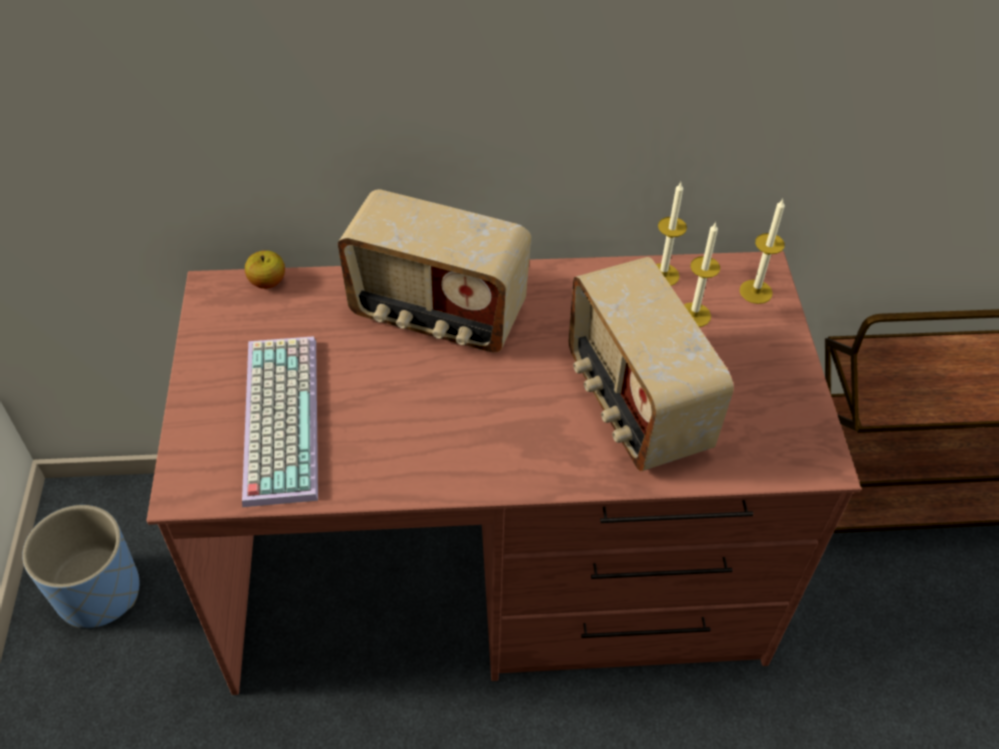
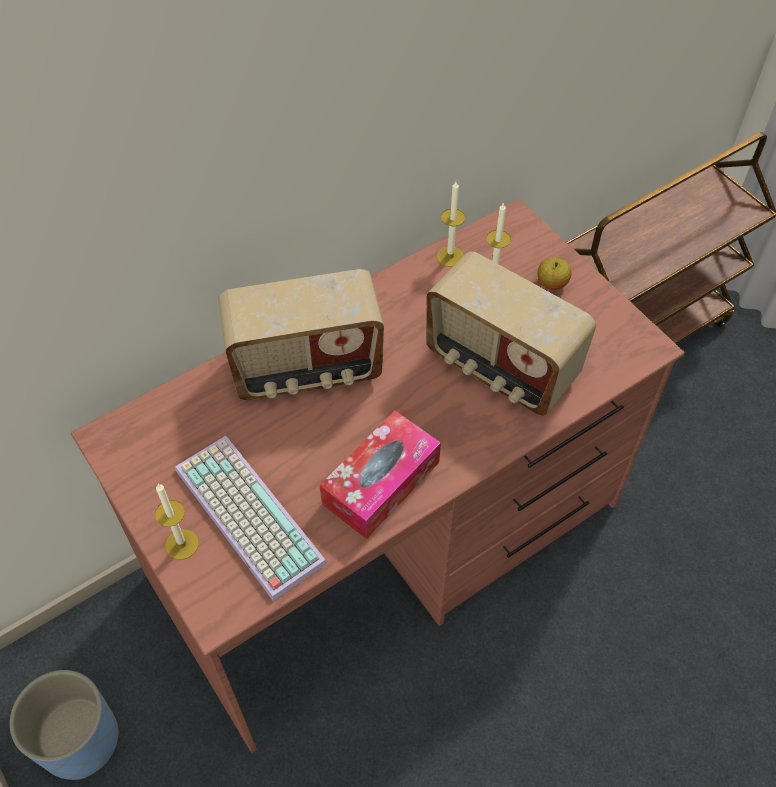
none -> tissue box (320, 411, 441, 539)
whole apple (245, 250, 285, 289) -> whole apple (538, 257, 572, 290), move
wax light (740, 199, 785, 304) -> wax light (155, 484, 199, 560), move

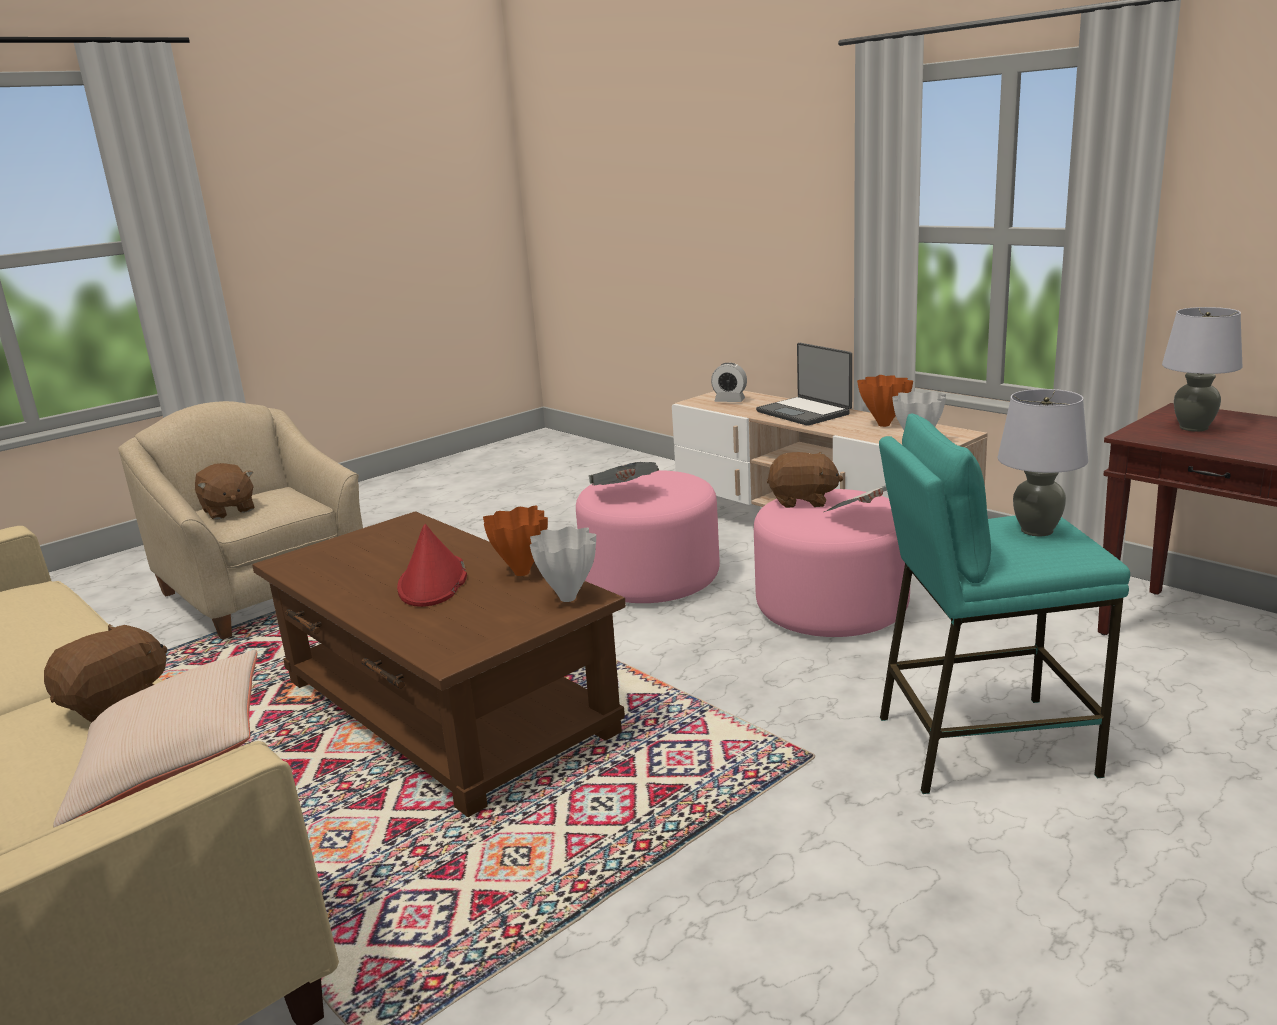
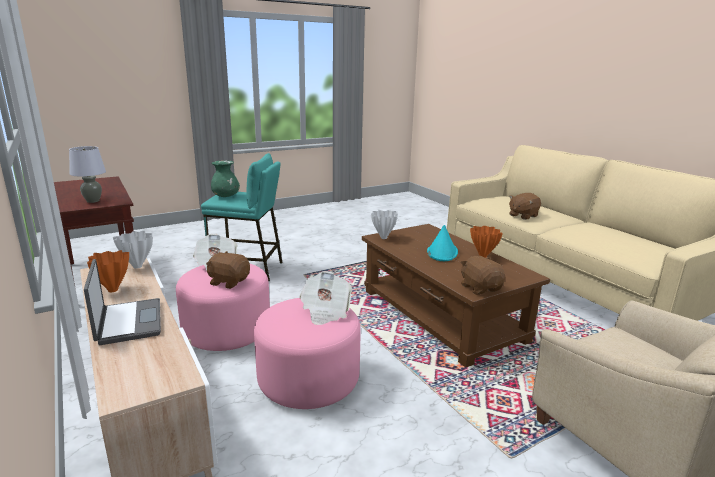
beige pillow (53, 650, 257, 828) -> none
alarm clock (711, 363, 747, 402) -> none
brown-coloured plush toy (195, 463, 254, 520) -> brown-coloured plush toy (460, 256, 505, 295), move
orangey decorative vase (483, 505, 548, 576) -> orangey decorative vase (470, 226, 503, 258), move
gray lamp for a table (998, 389, 1088, 536) -> green-coloured decorative vase (211, 160, 240, 197)
reddish hat (397, 524, 467, 607) -> blue-green hat (427, 225, 458, 261)

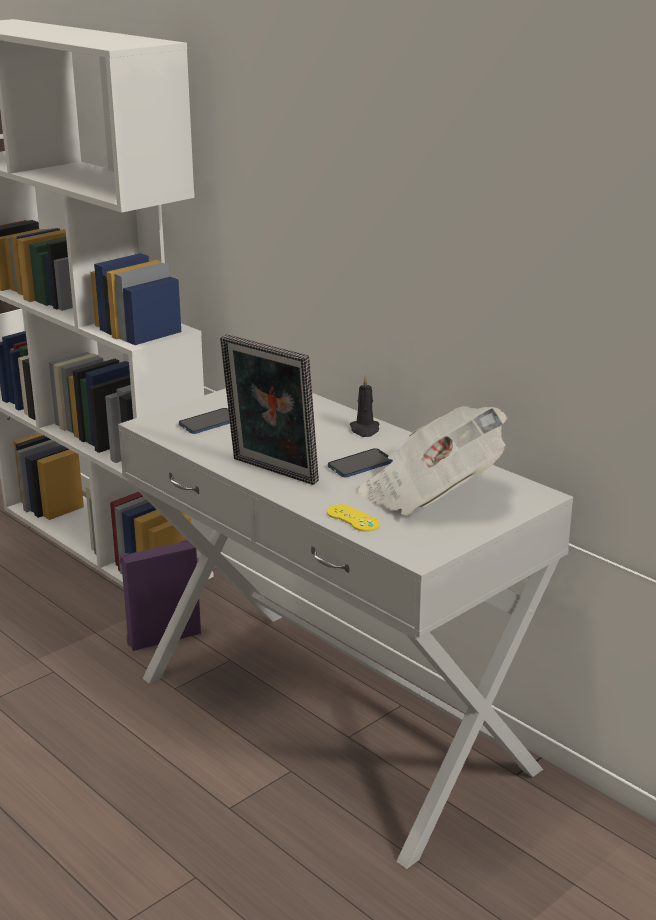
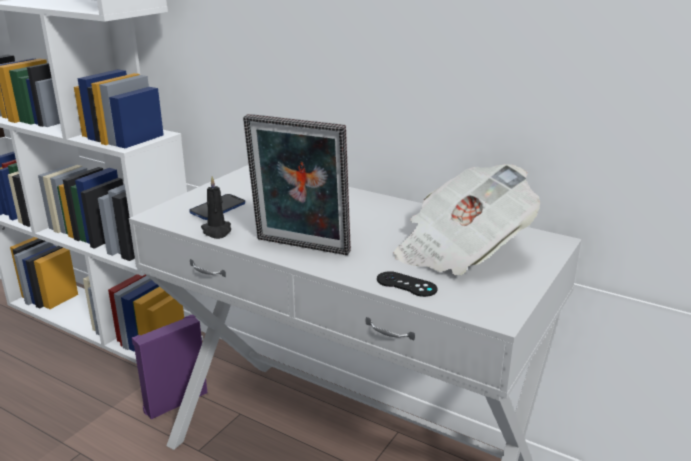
handset (328, 448, 393, 478) -> none
black wax light (350, 374, 379, 437) -> black wax light (201, 176, 231, 239), move
yellow game controller (327, 504, 380, 532) -> black game controller (377, 271, 438, 297)

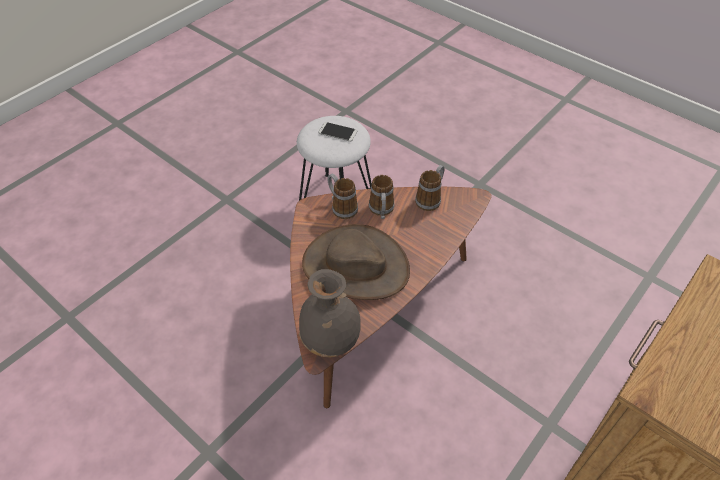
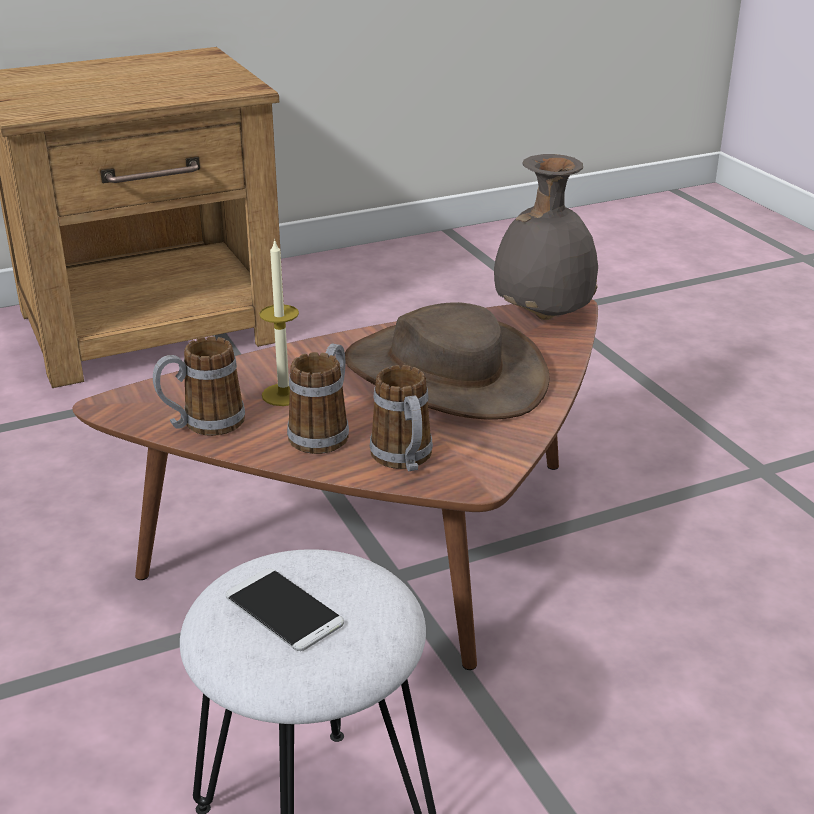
none -> wax light (259, 239, 299, 406)

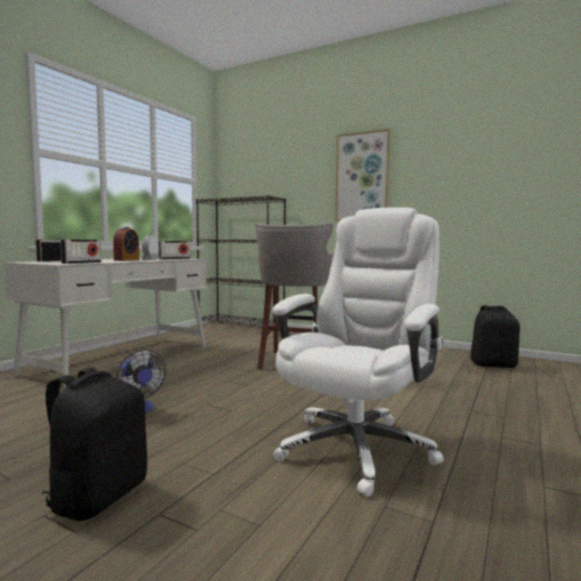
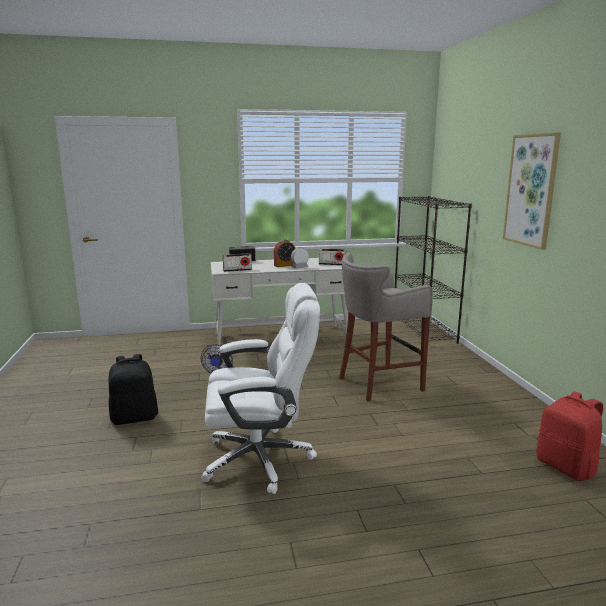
black backpack (470, 305, 520, 368) -> reddish backpack (536, 391, 603, 481)

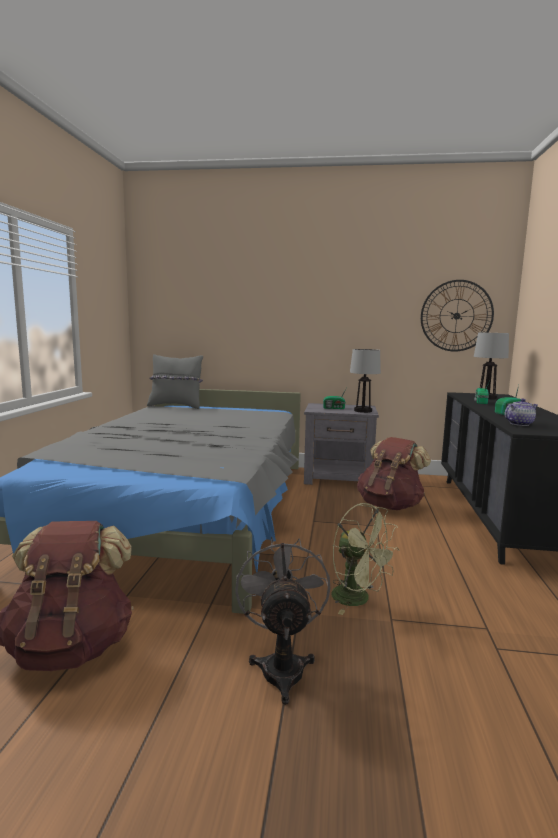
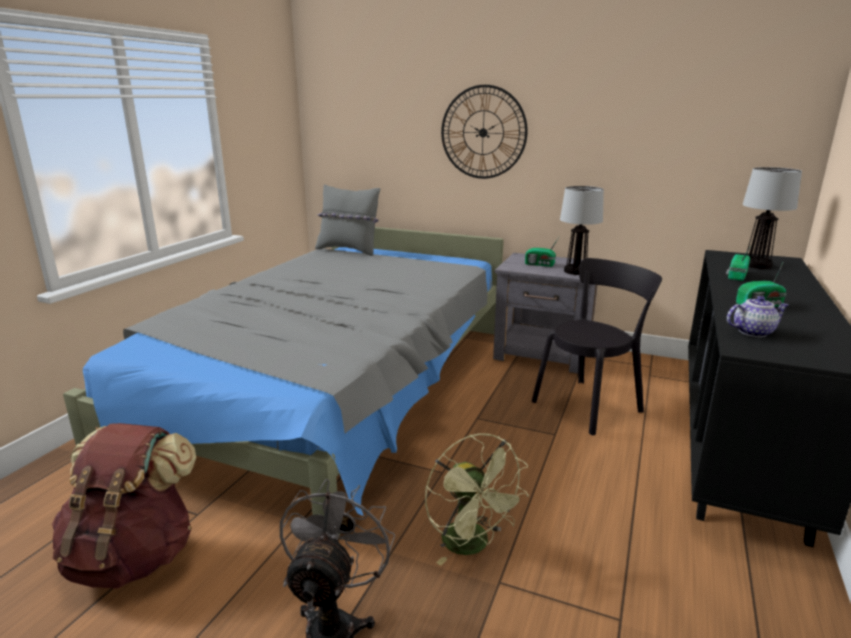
wall clock (421, 280, 494, 352) -> wall clock (441, 85, 528, 179), move
brown-coloured backpack (357, 437, 431, 510) -> black plain chair (532, 258, 662, 436)

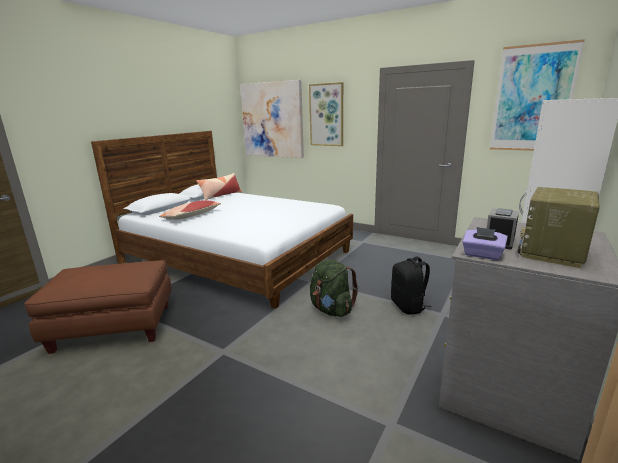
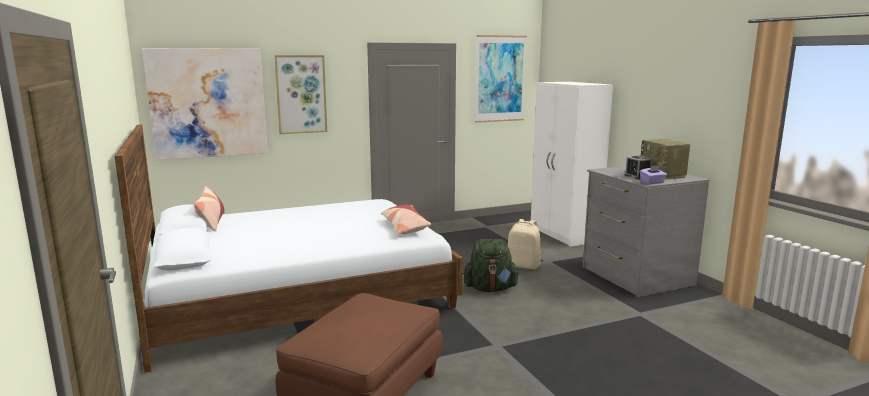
pillow (159, 200, 221, 220) -> pillow (381, 205, 431, 234), move
black backpack (391, 257, 432, 315) -> beige backpack (508, 219, 541, 269)

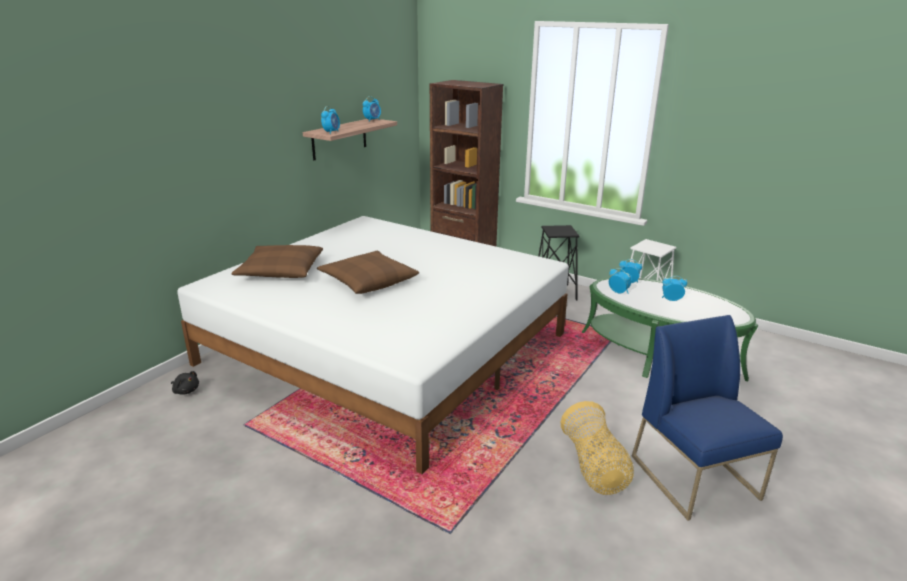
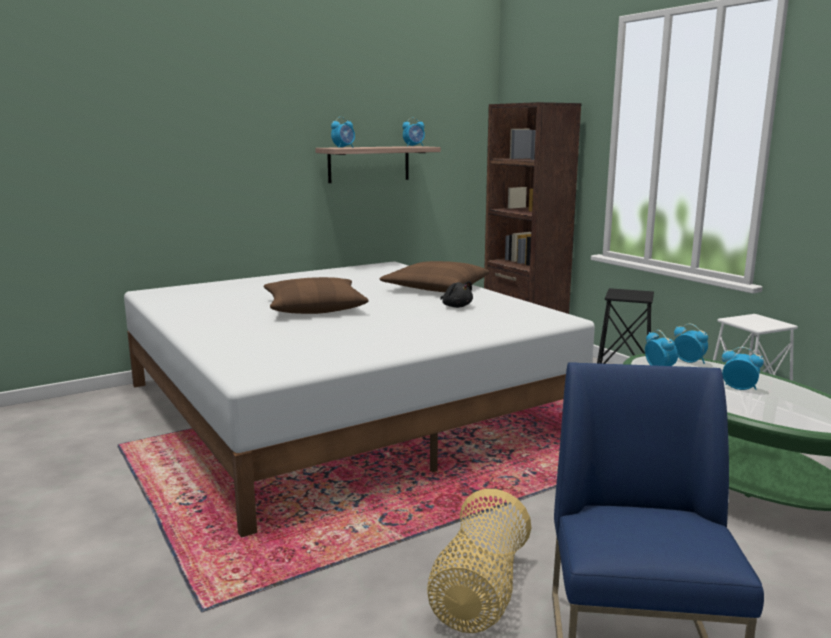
black plush toy (171, 371, 199, 395) -> black plush toy (440, 281, 473, 308), move
brown-coloured pillow (232, 245, 323, 278) -> brown-coloured pillow (379, 261, 489, 292), move

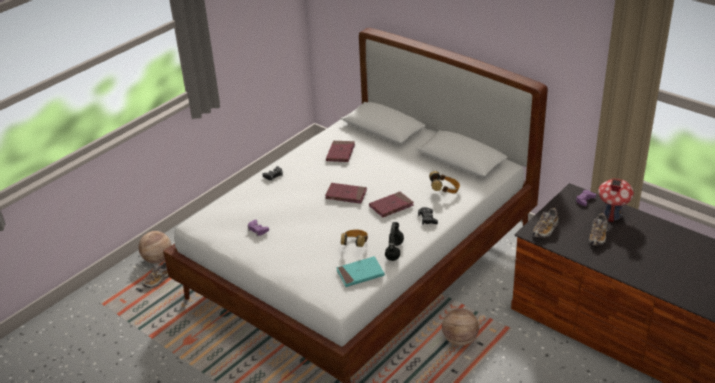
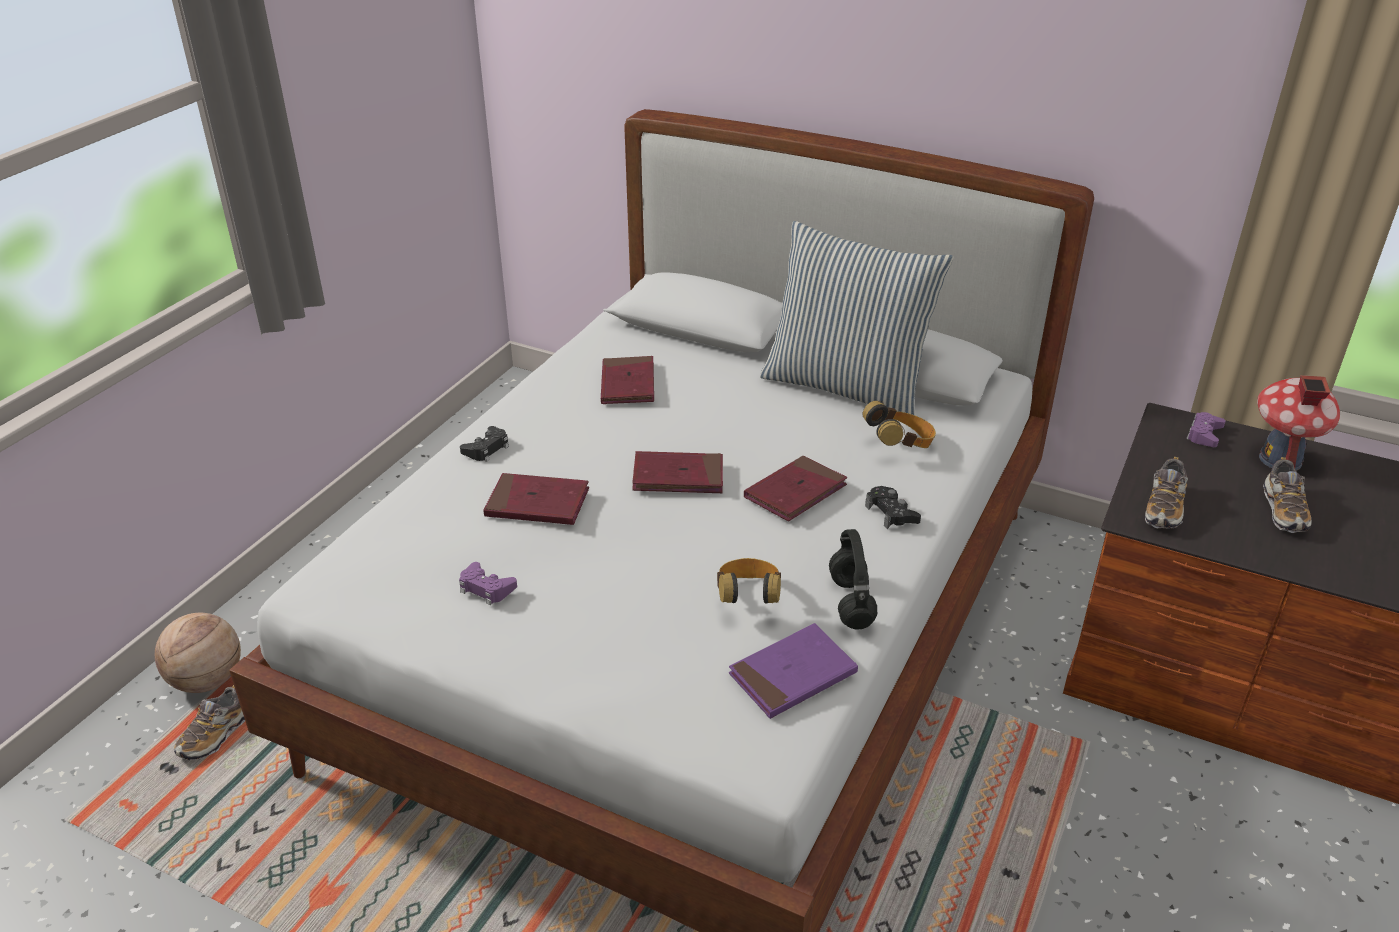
ball for basketball (442, 308, 479, 346) -> none
none -> reddish bound book (483, 473, 589, 525)
none -> pillow (760, 221, 954, 415)
blue-green bound book (337, 256, 385, 287) -> purplish bound book (729, 623, 858, 719)

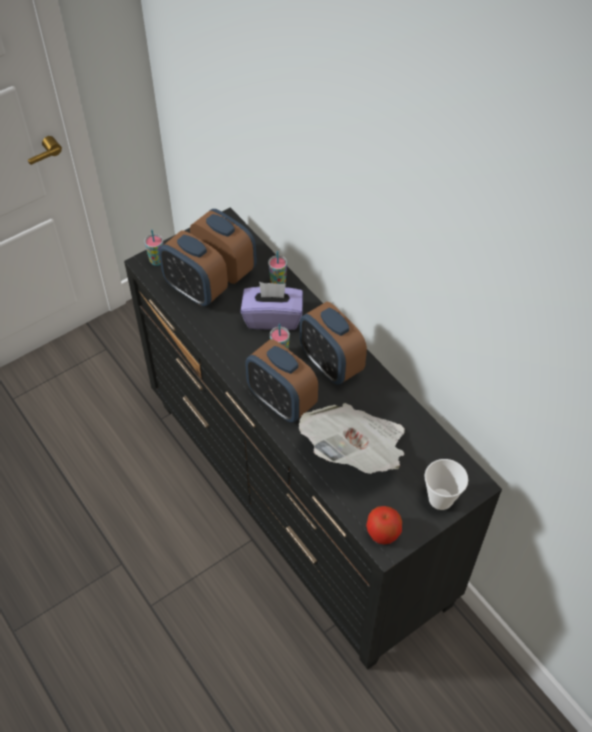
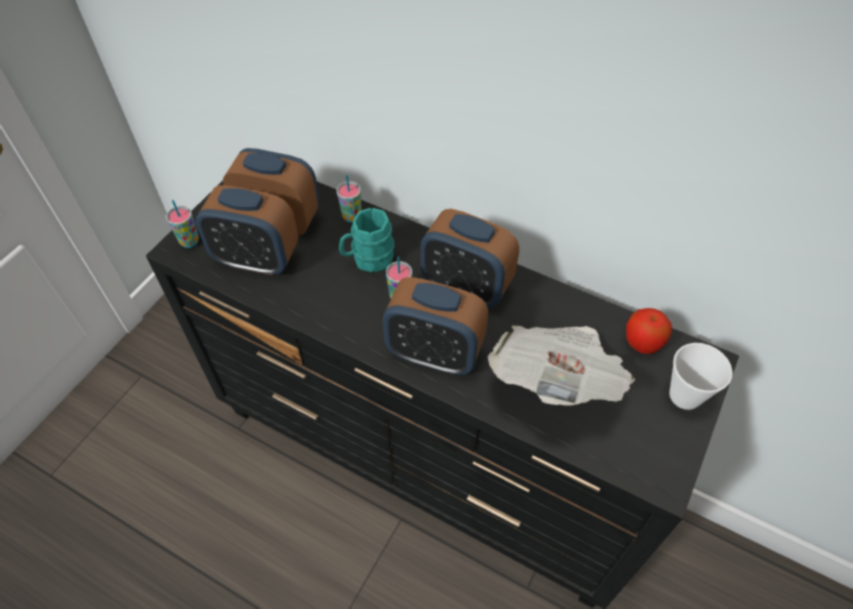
whole apple (366, 506, 402, 544) -> whole apple (626, 308, 672, 354), move
purplish tissue box (241, 282, 303, 330) -> blue-green coffee mug (339, 208, 395, 272)

